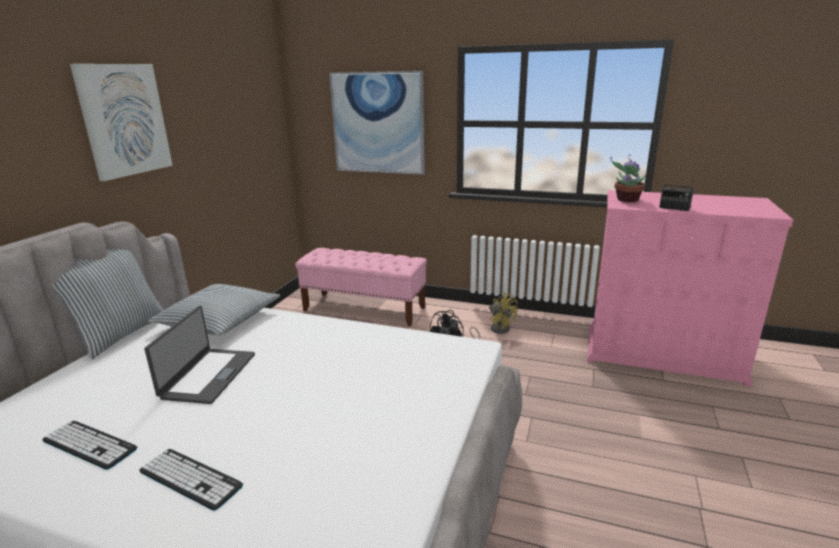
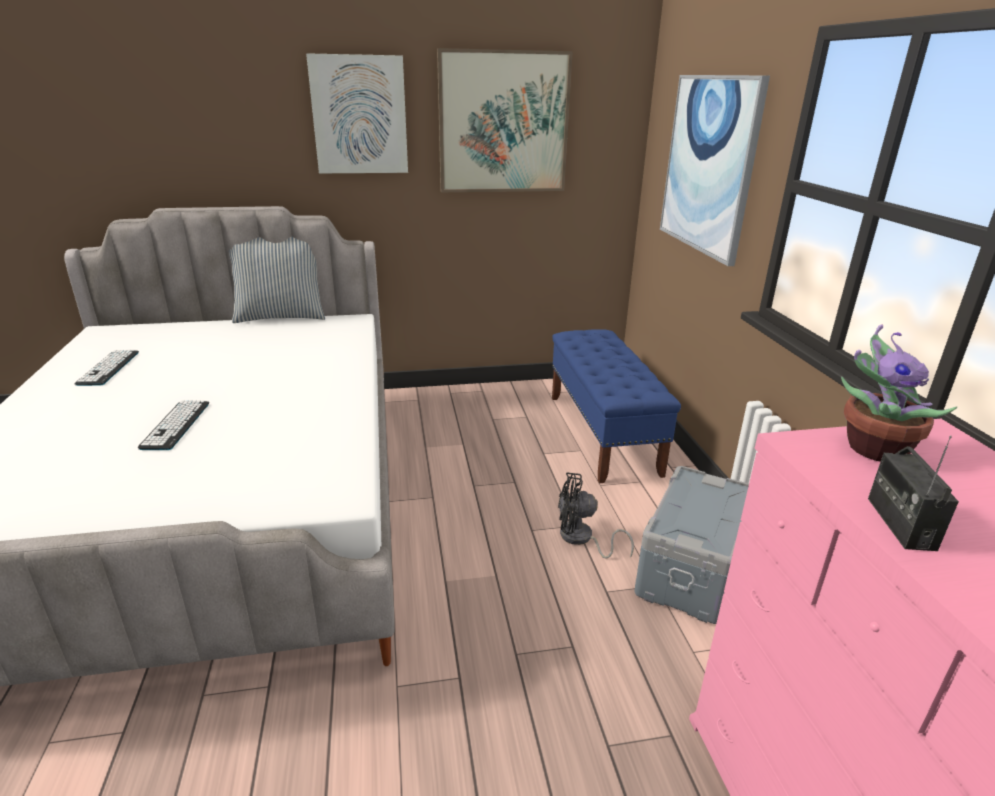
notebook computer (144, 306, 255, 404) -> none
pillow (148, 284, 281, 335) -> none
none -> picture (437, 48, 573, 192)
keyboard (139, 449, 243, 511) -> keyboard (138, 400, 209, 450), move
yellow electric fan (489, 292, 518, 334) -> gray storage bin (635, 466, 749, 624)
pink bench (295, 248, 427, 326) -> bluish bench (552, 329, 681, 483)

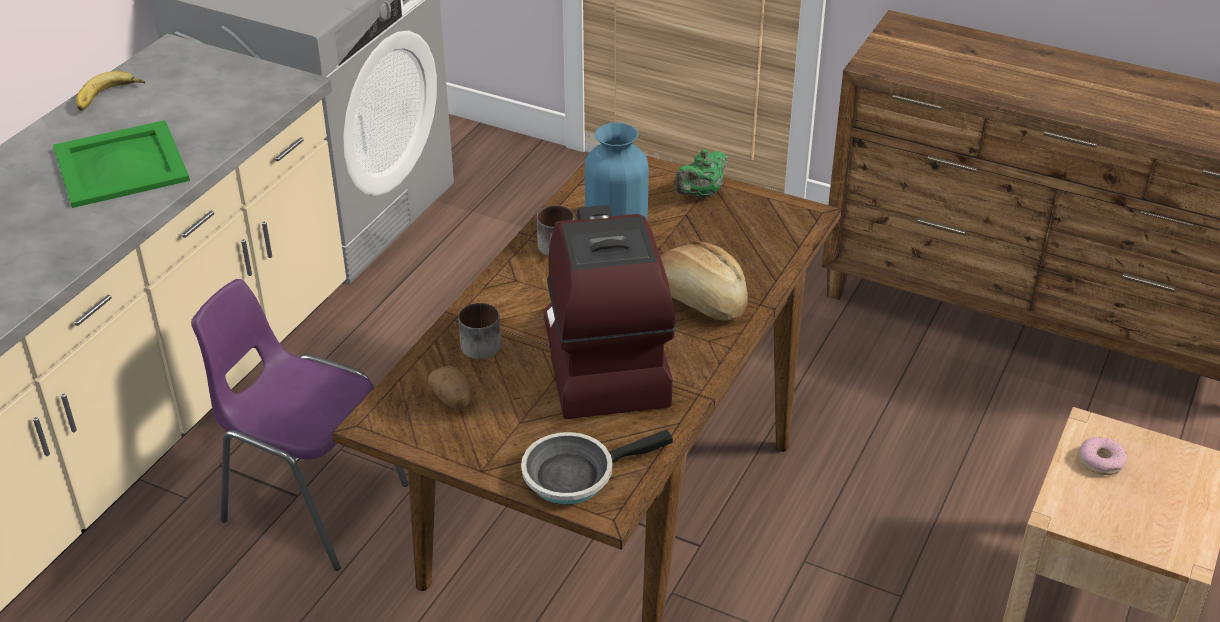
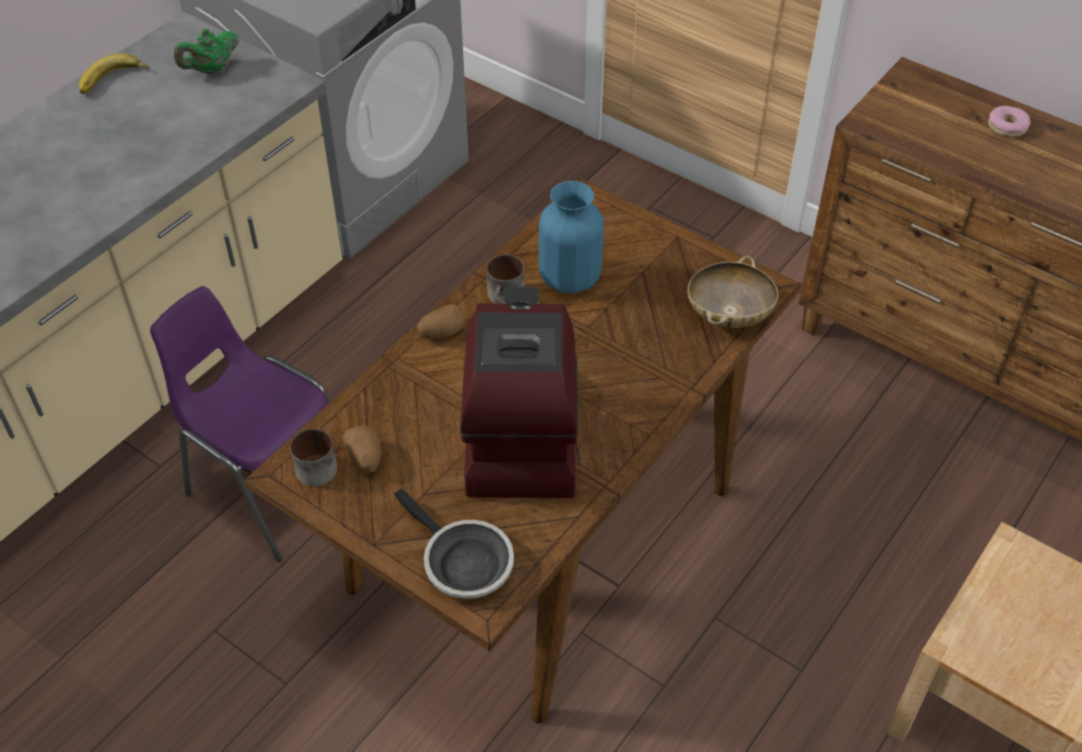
green-coloured tray (53, 120, 190, 208) -> none
bread (660, 241, 748, 321) -> none
none -> whole potato (417, 304, 465, 339)
none -> beige bowl (687, 256, 779, 328)
coffee mug (458, 303, 501, 359) -> coffee mug (290, 428, 337, 487), move
green-coloured pot for tea (674, 149, 727, 198) -> green-coloured pot for tea (174, 29, 239, 74), move
ring doughnut (1079, 437, 1127, 475) -> ring doughnut (988, 106, 1031, 137), move
skillet (521, 430, 673, 505) -> skillet (394, 489, 514, 599), 120 degrees counterclockwise

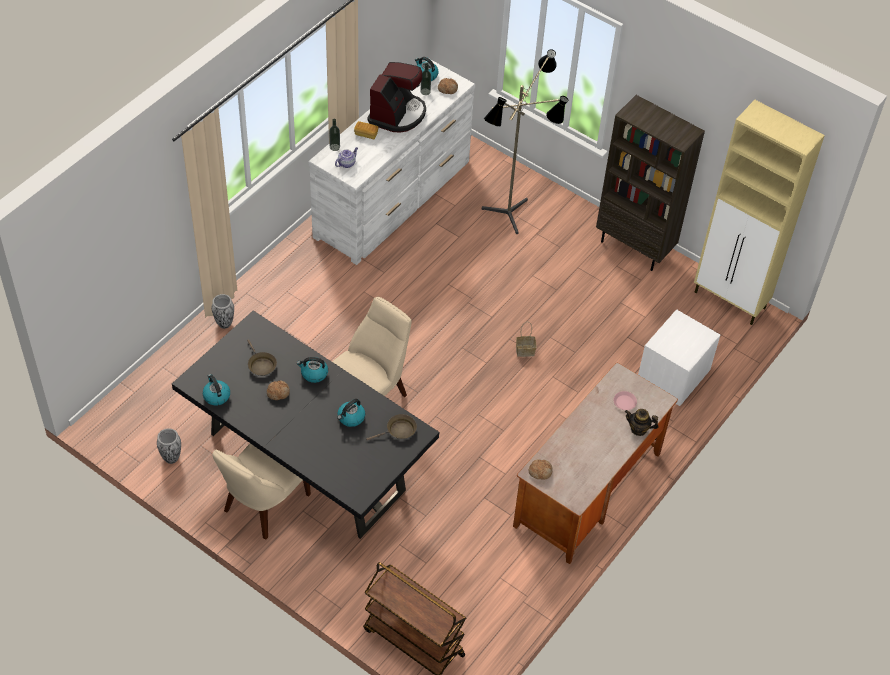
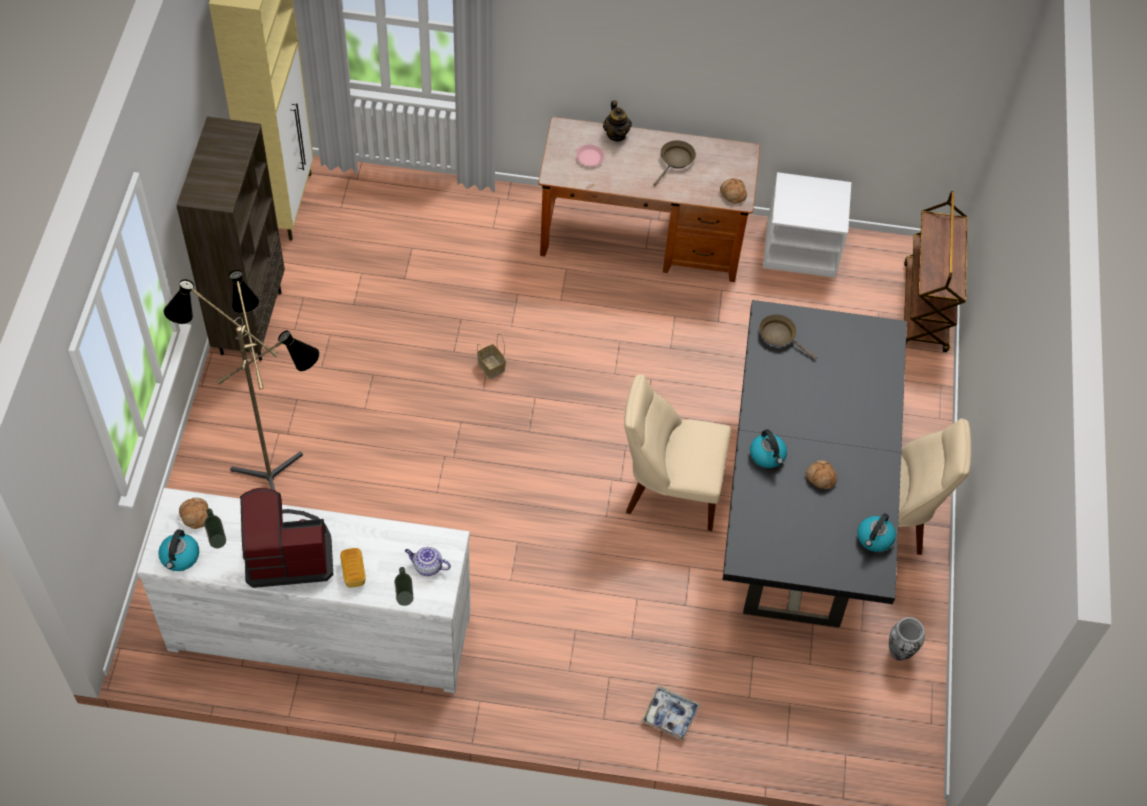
tea kettle (337, 399, 365, 427) -> none
brown-coloured skillet (247, 340, 277, 376) -> brown-coloured skillet (653, 140, 696, 186), move
whitish night table (638, 309, 720, 406) -> whitish night table (763, 172, 851, 278), move
decorative vase (212, 294, 234, 329) -> tray (641, 686, 701, 741)

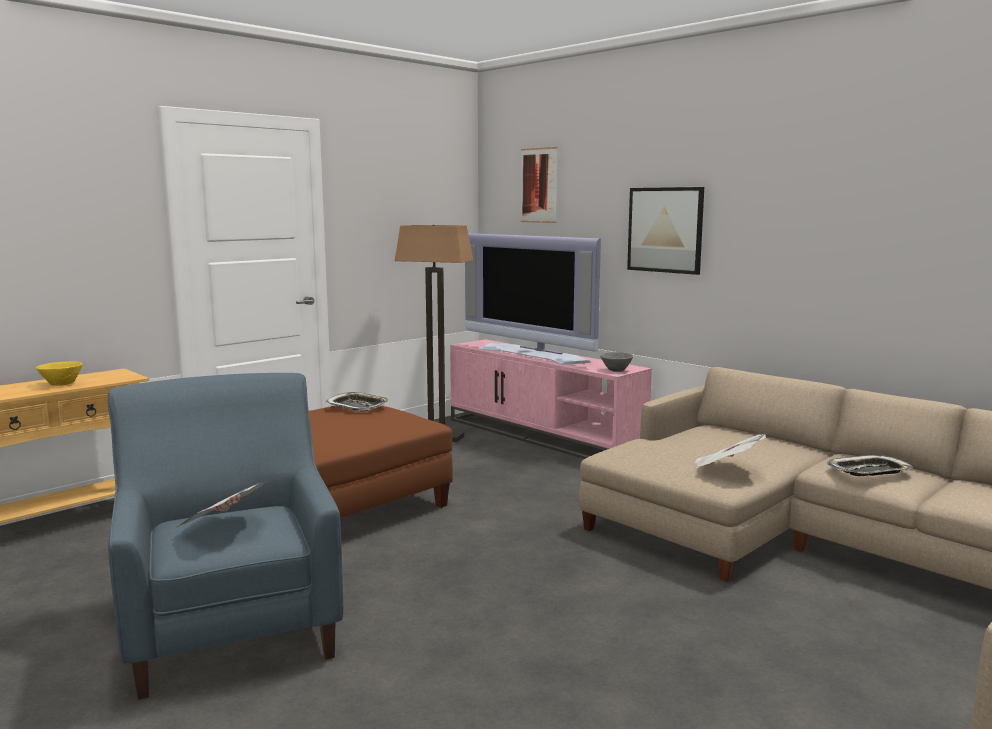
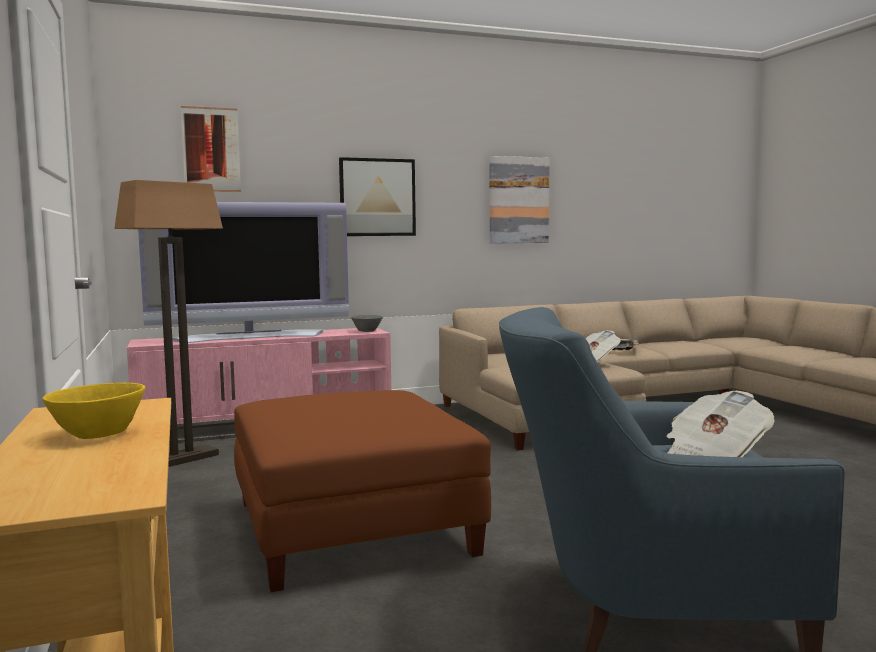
tray (325, 392, 389, 411) -> none
none -> picture (489, 156, 549, 244)

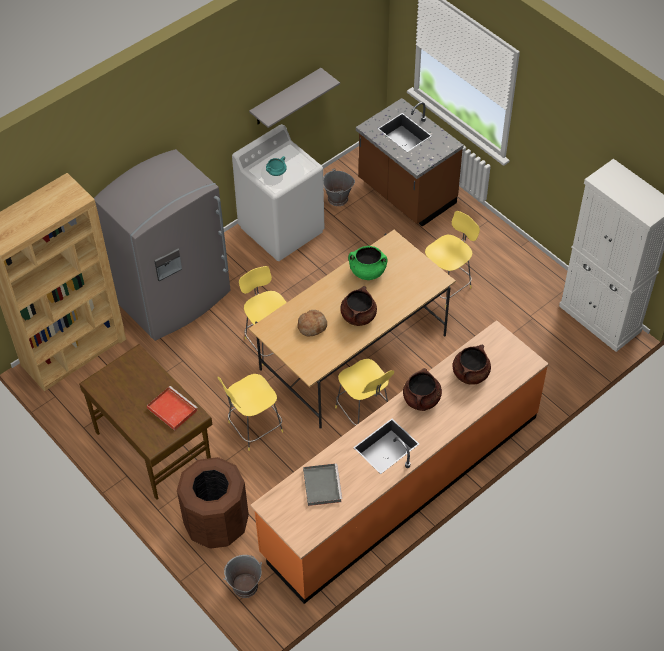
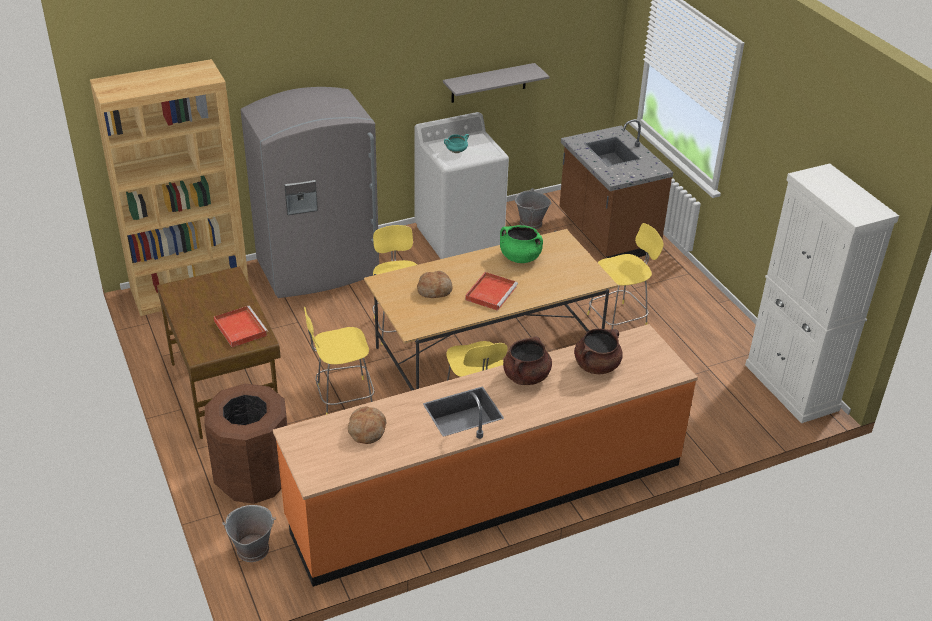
gray tray (303, 463, 343, 506) -> bread (348, 406, 386, 444)
brown-coloured cooking pot (341, 286, 377, 326) -> reddish tray (465, 272, 518, 311)

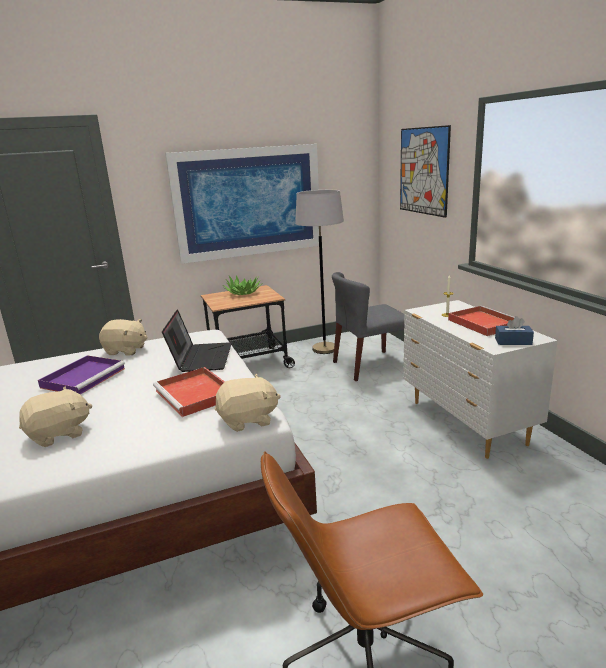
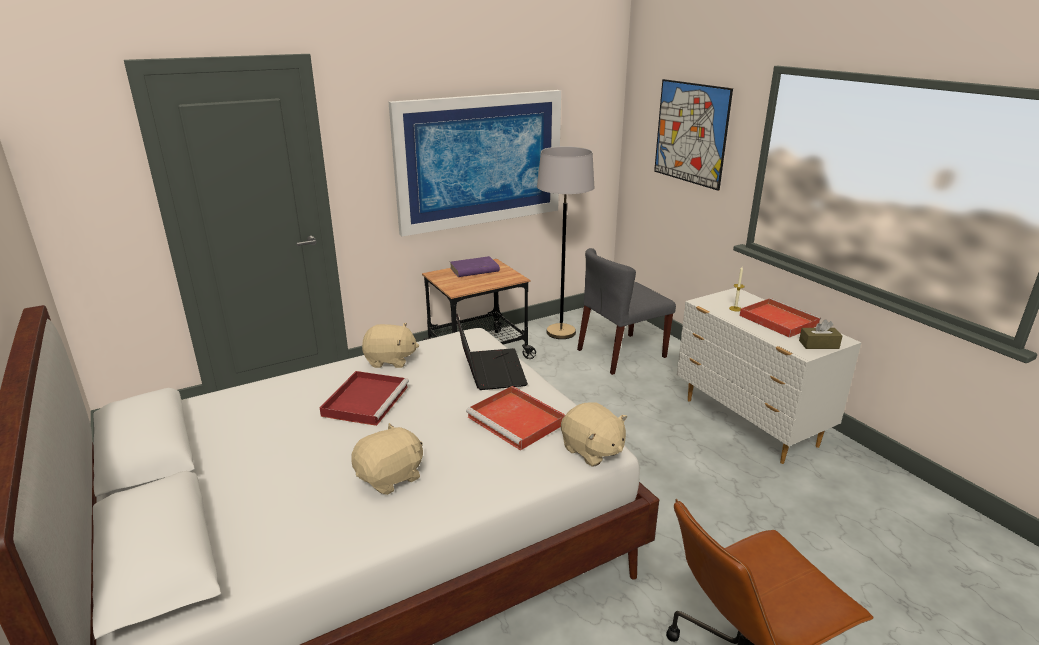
potted plant (223, 275, 263, 295) -> purplish bound book (450, 256, 500, 277)
purplish tray (38, 355, 125, 395) -> reddish tray (320, 371, 409, 426)
bluish tissue box (495, 316, 534, 345) -> brown-coloured tissue box (799, 319, 842, 349)
beige plush toy (215, 374, 281, 432) -> beige plush toy (561, 402, 627, 467), 75 degrees clockwise

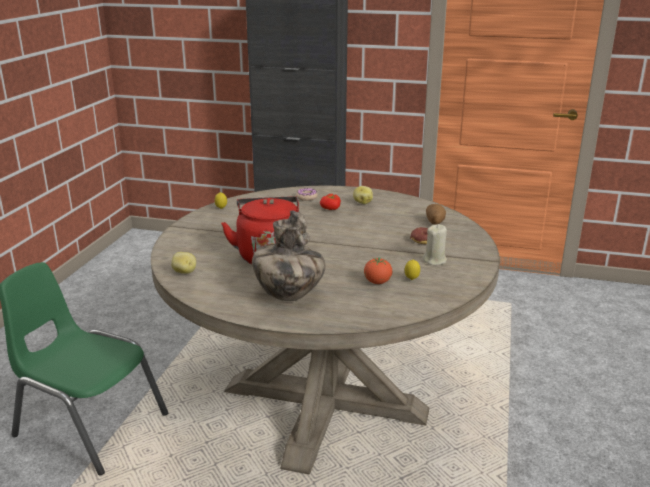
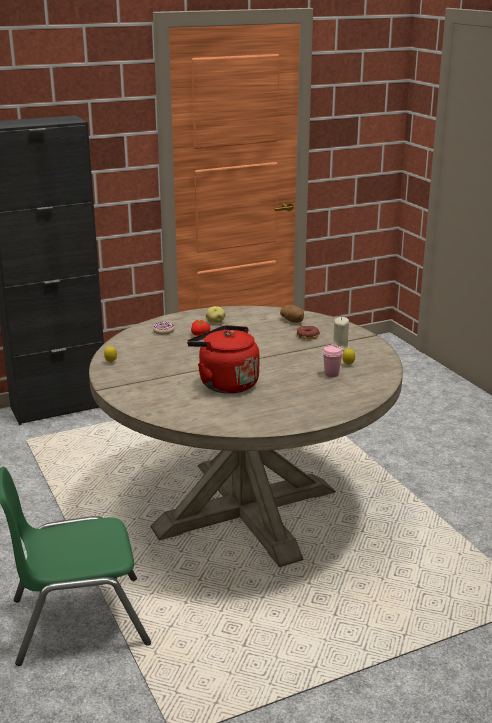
whole potato (171, 252, 196, 274) -> none
decorative vase (252, 210, 325, 301) -> none
whole tomato (364, 258, 392, 284) -> pink drinking cup (322, 345, 343, 377)

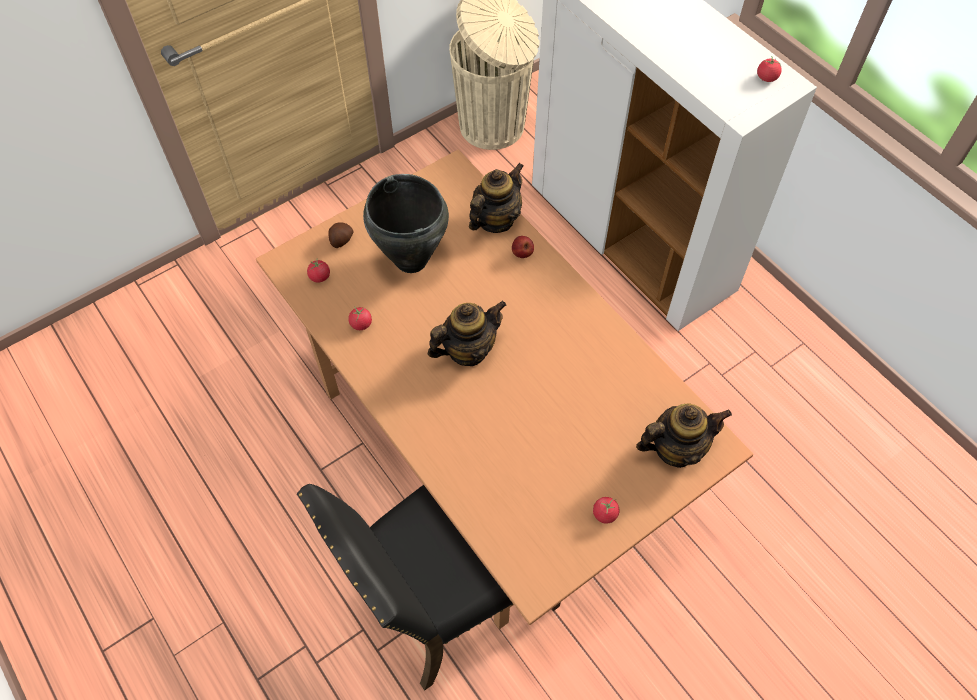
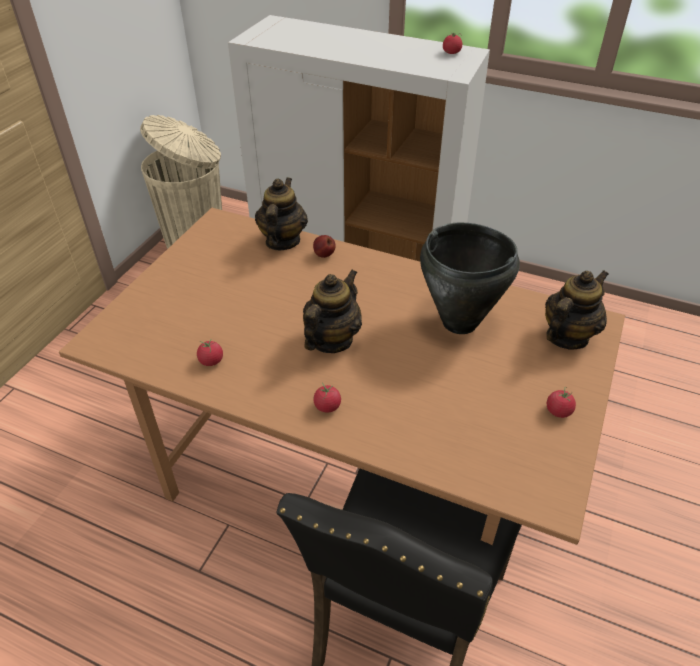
whole potato (328, 222, 354, 248) -> none
whole tomato (307, 258, 330, 283) -> whole tomato (313, 383, 341, 413), move
black cooking pot (363, 174, 449, 273) -> black cooking pot (420, 222, 520, 334), move

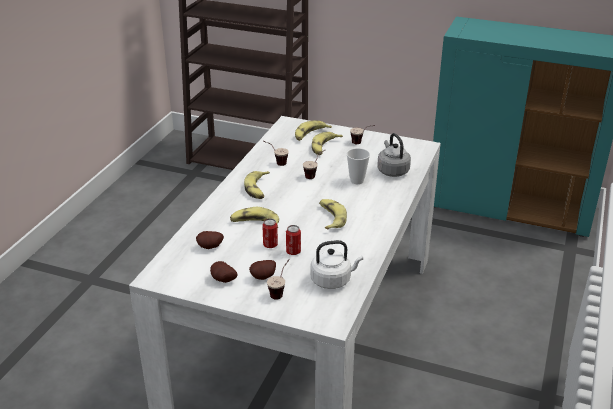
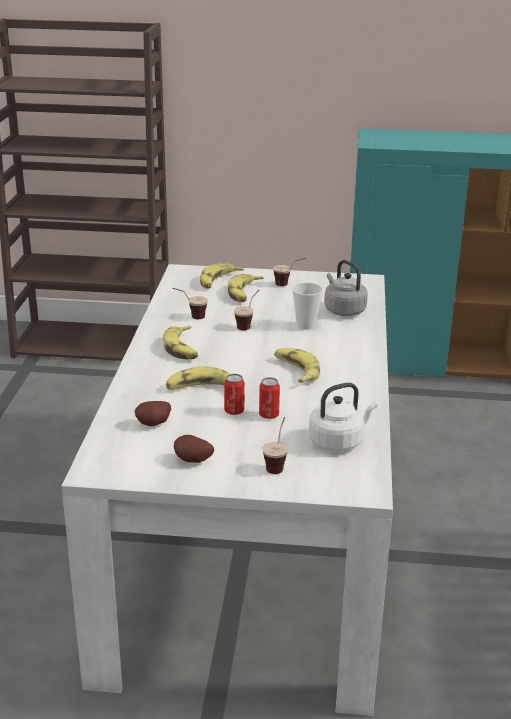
whole potato (249, 260, 276, 280) -> none

